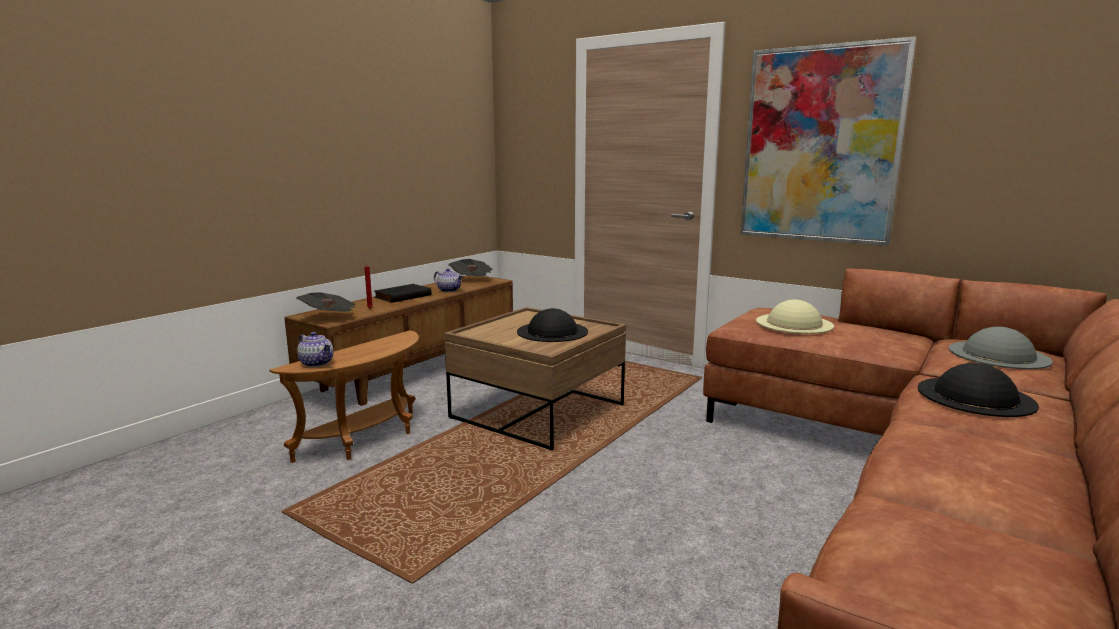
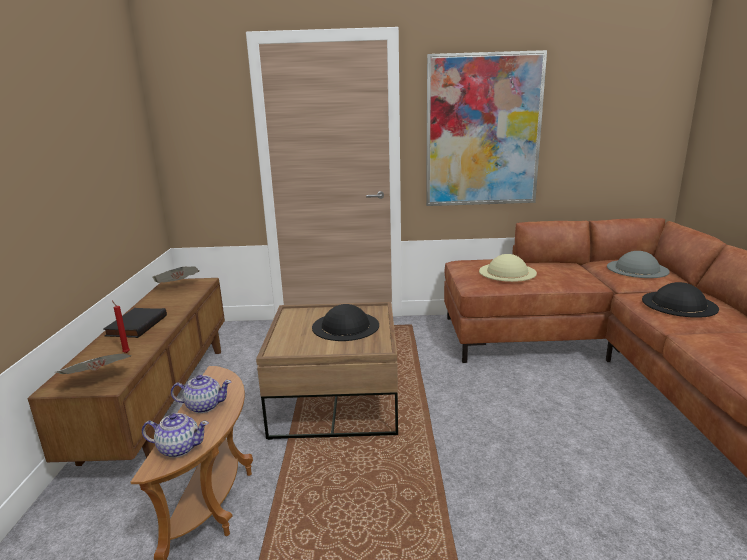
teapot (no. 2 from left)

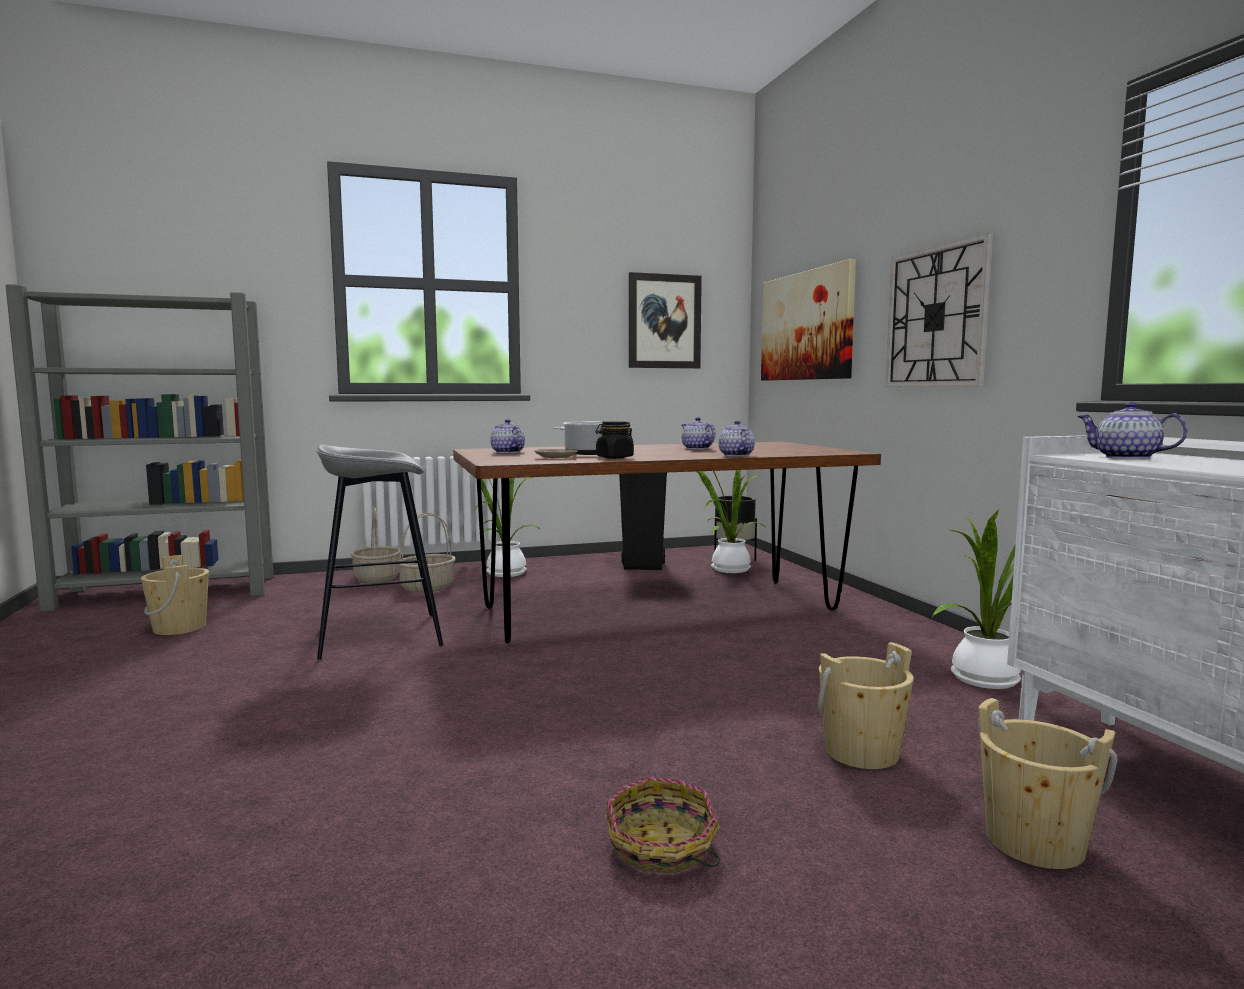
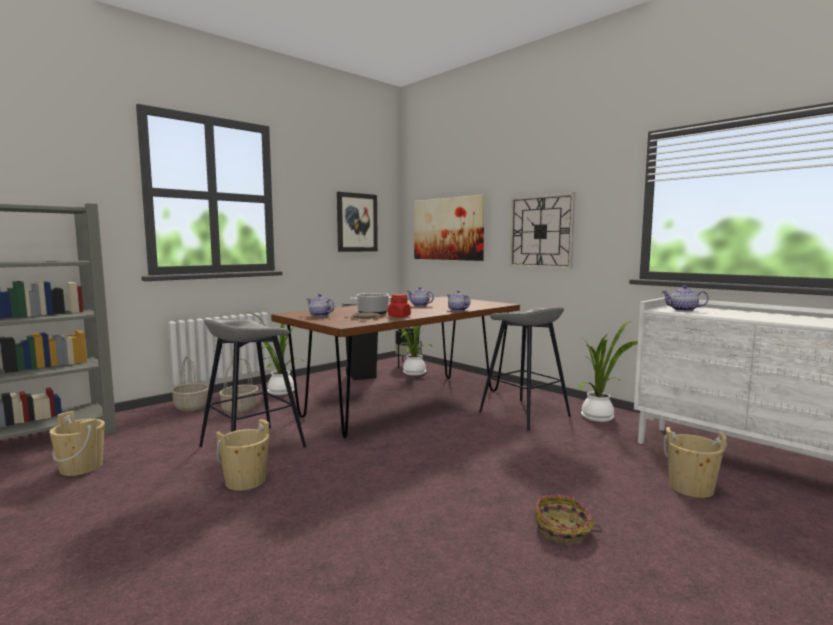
stool/greyish (no. 2 from left)
bucket/beige (no. 2 from left)
storage jar/reddish

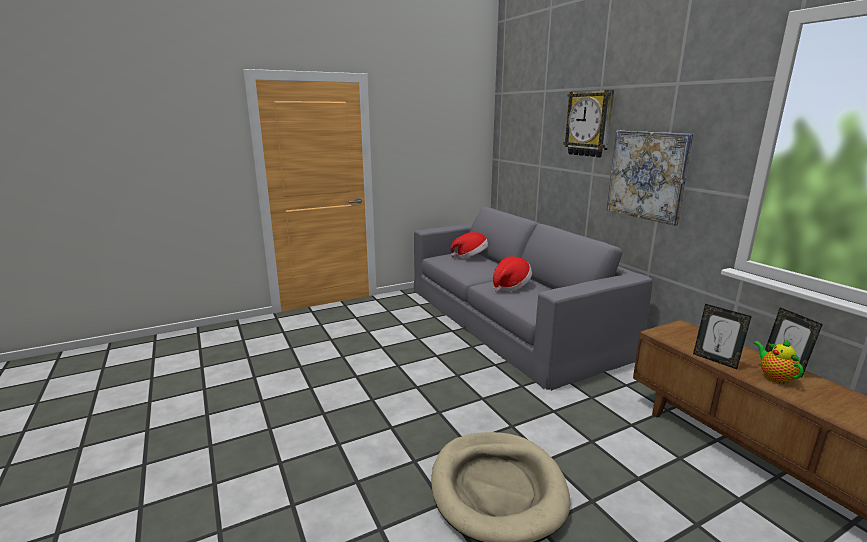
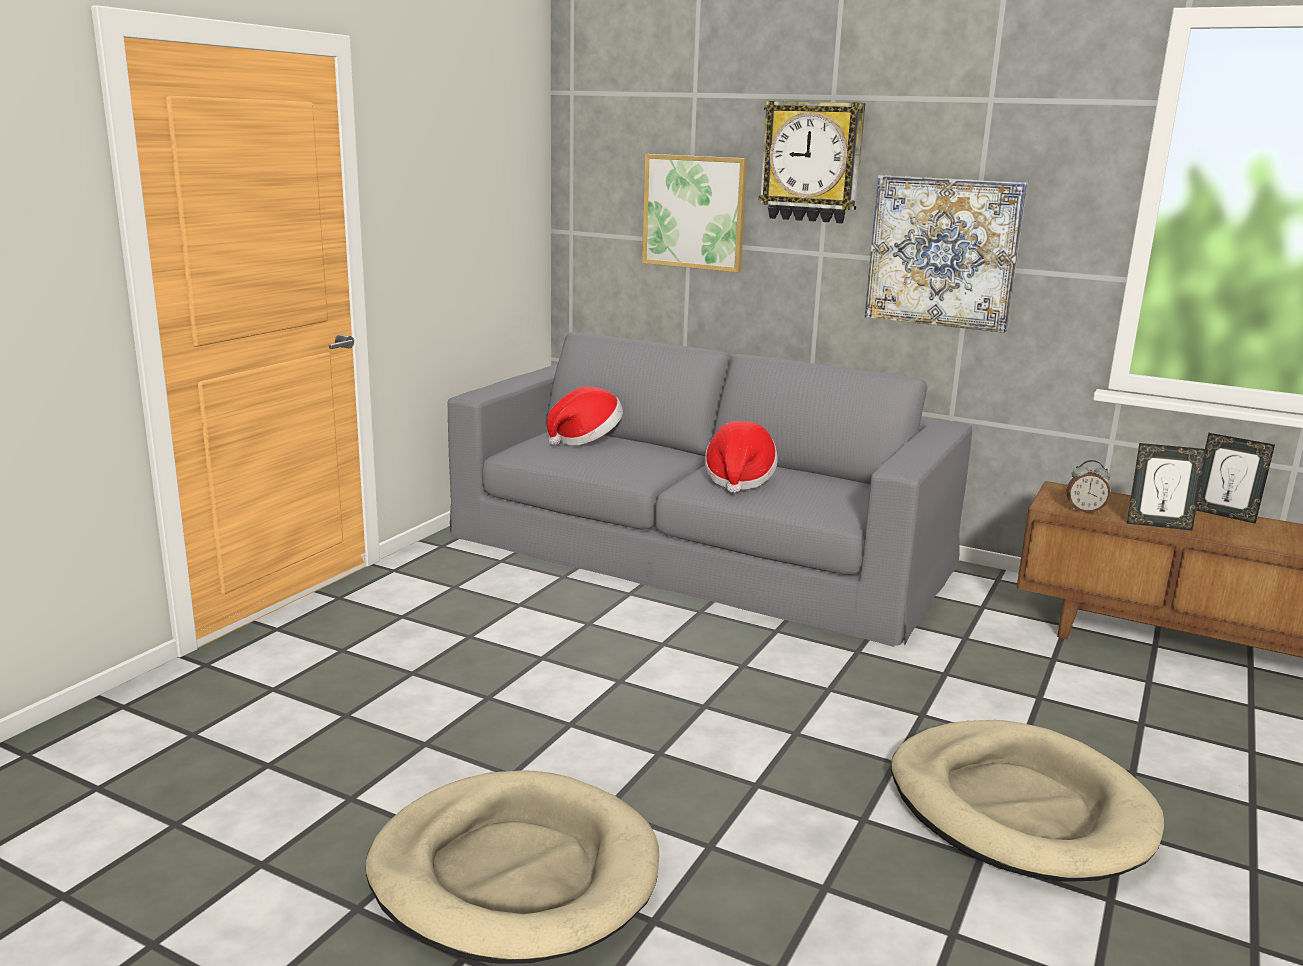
teapot
dog bed/beige (no. 1 from left)
wall art (no. 1 from left)
table clock

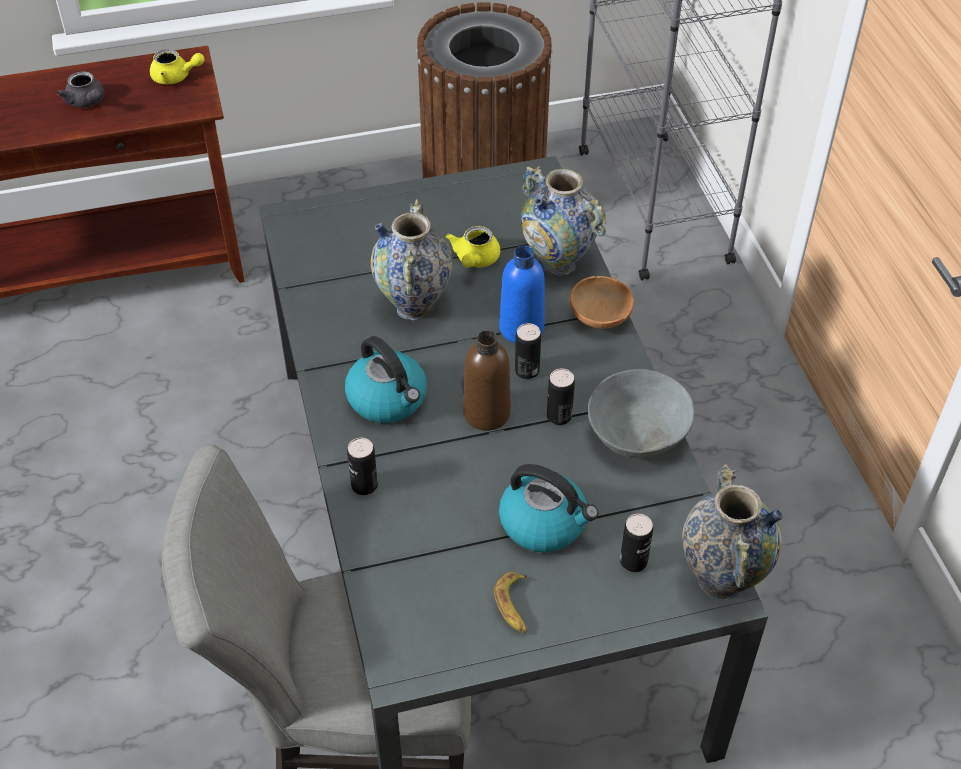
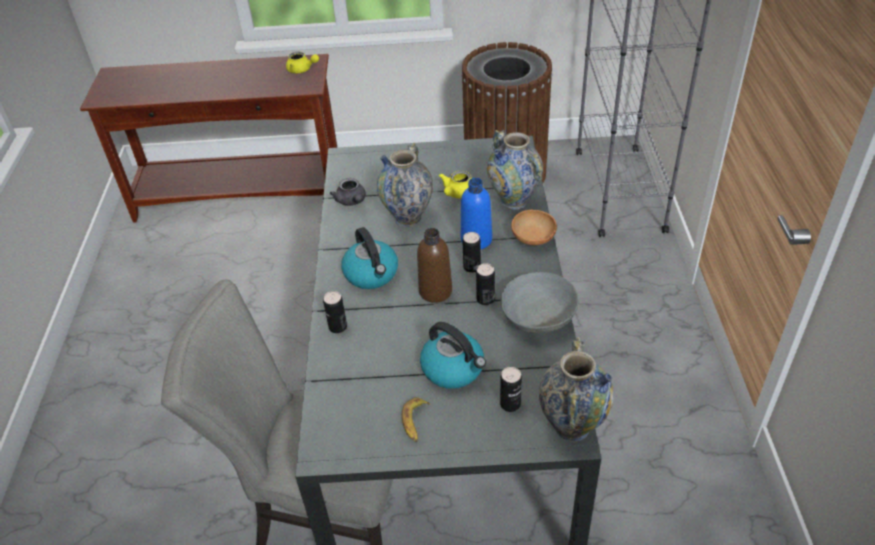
teapot/greyish

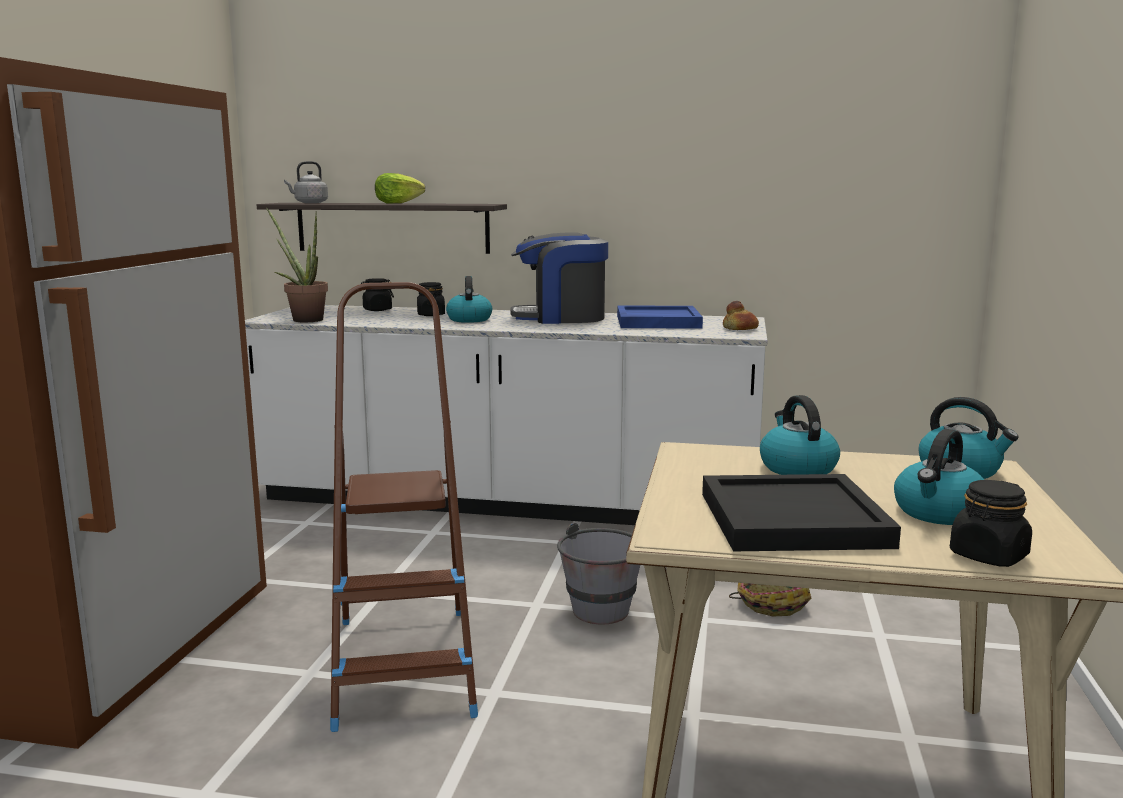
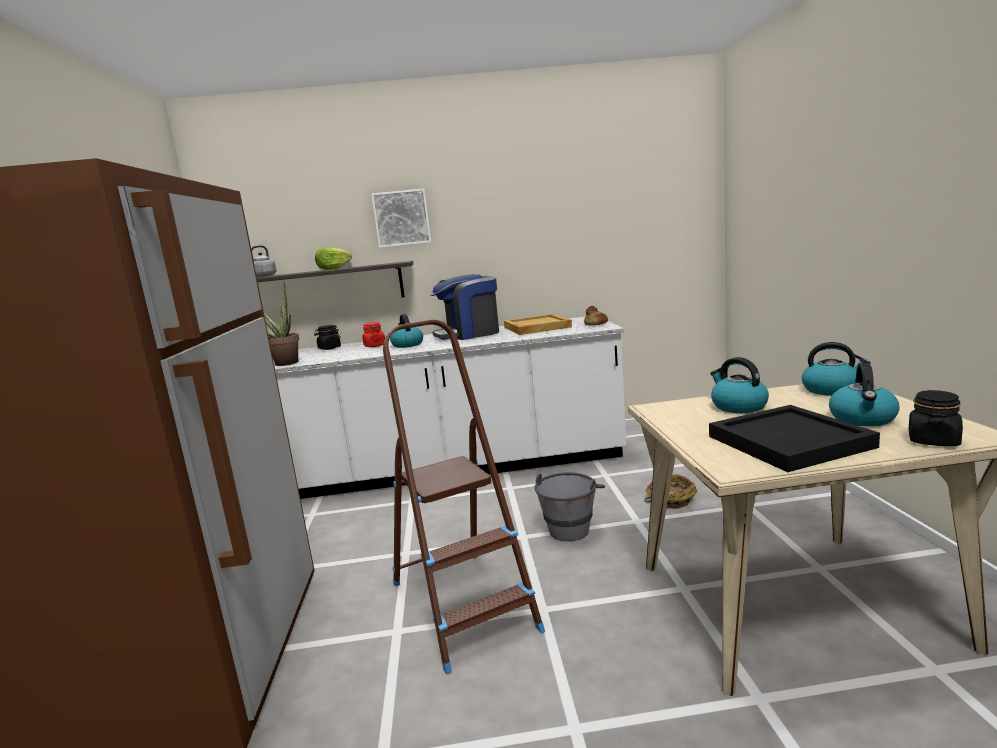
wall art
storage jar/reddish
carrying tray/beige

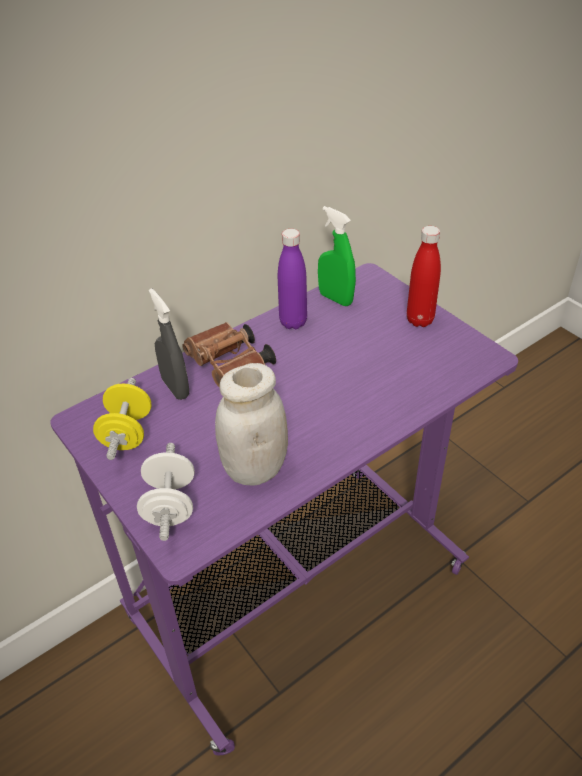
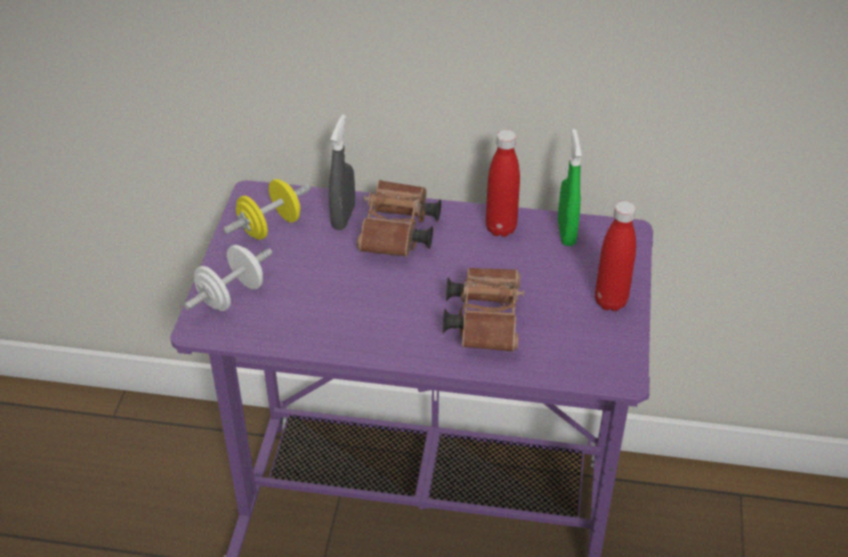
storage jar/white
pair of binoculars/brownish (no. 2 from left)
drink bottle/reddish (no. 1 from left)

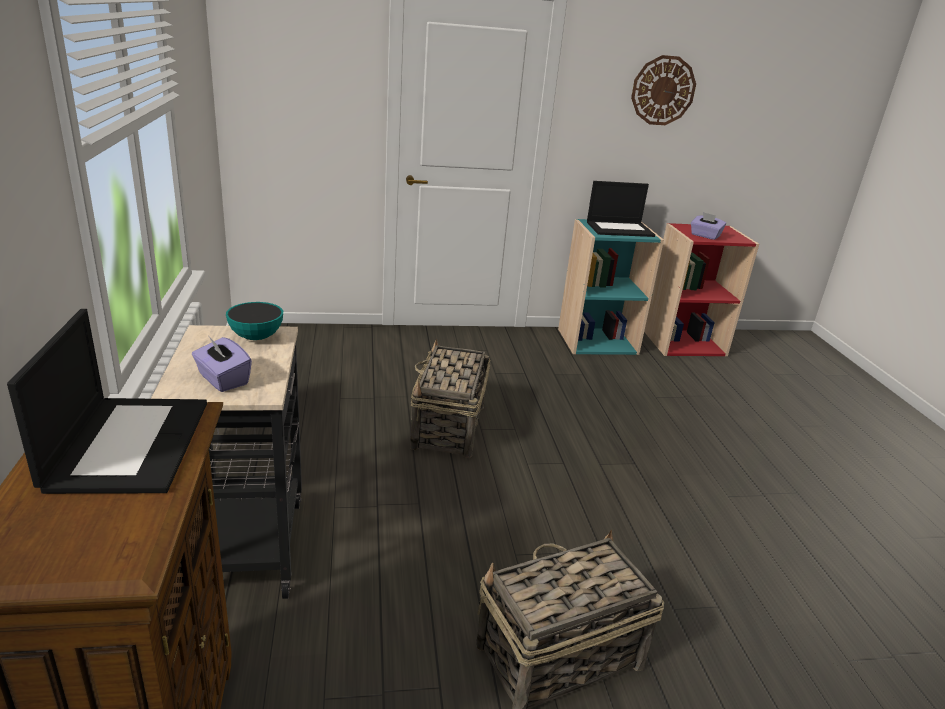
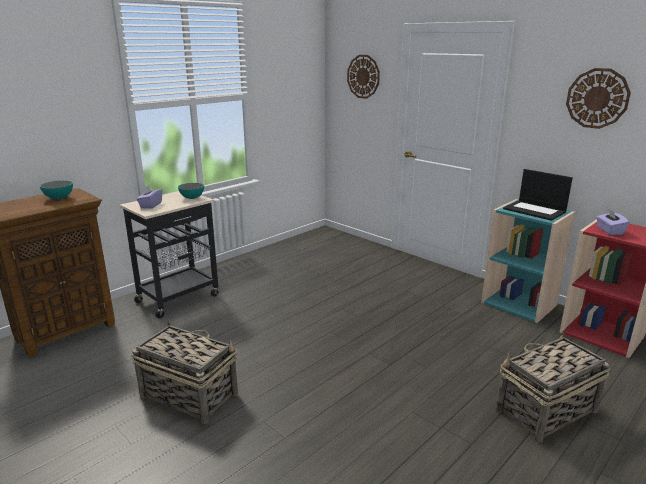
clock on the wall (no. 1 from left)
household basket (no. 2 from left)
deep dish (no. 1 from left)

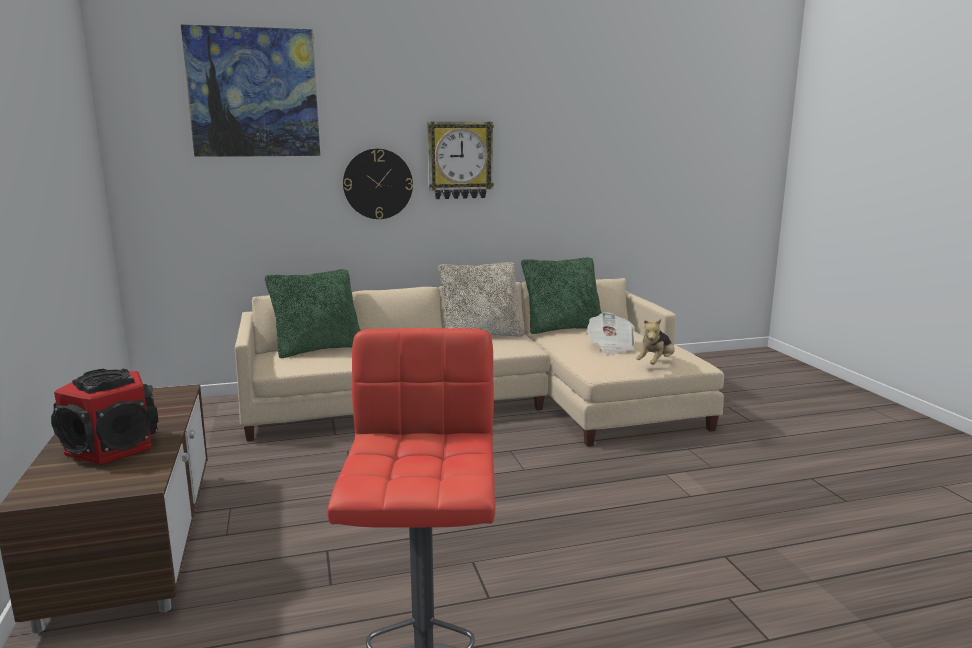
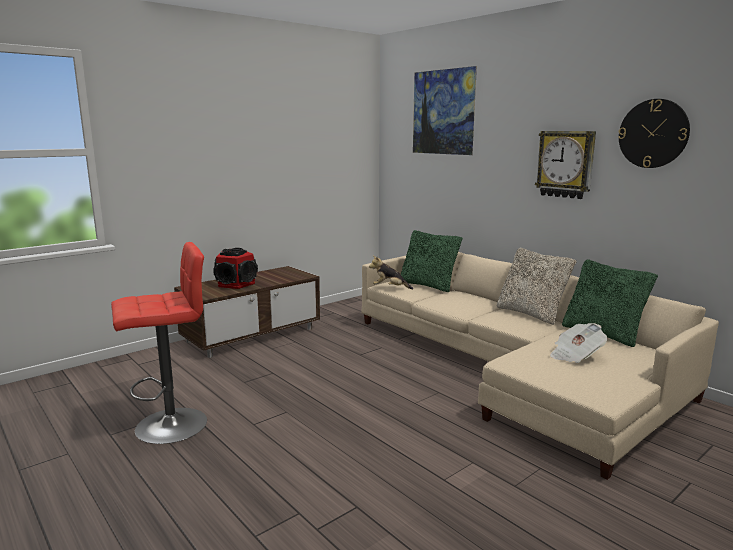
clock on the wall (no. 2 from left)
cuddly toy

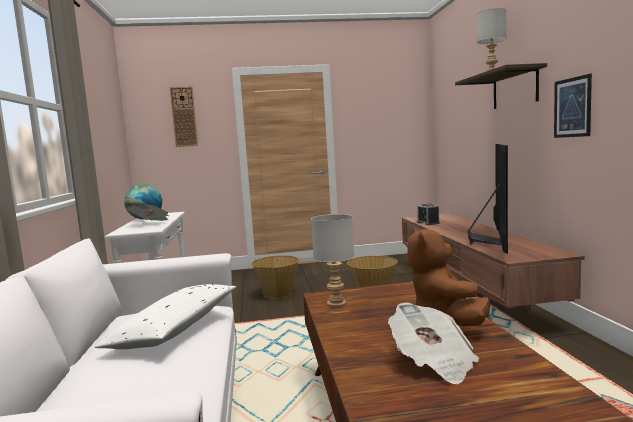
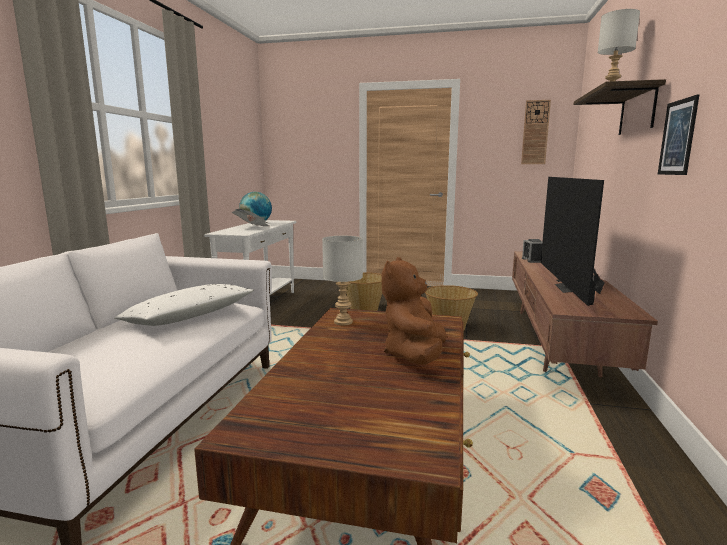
newspaper (no. 2 from left in the first image)
clock on the wall
TV

